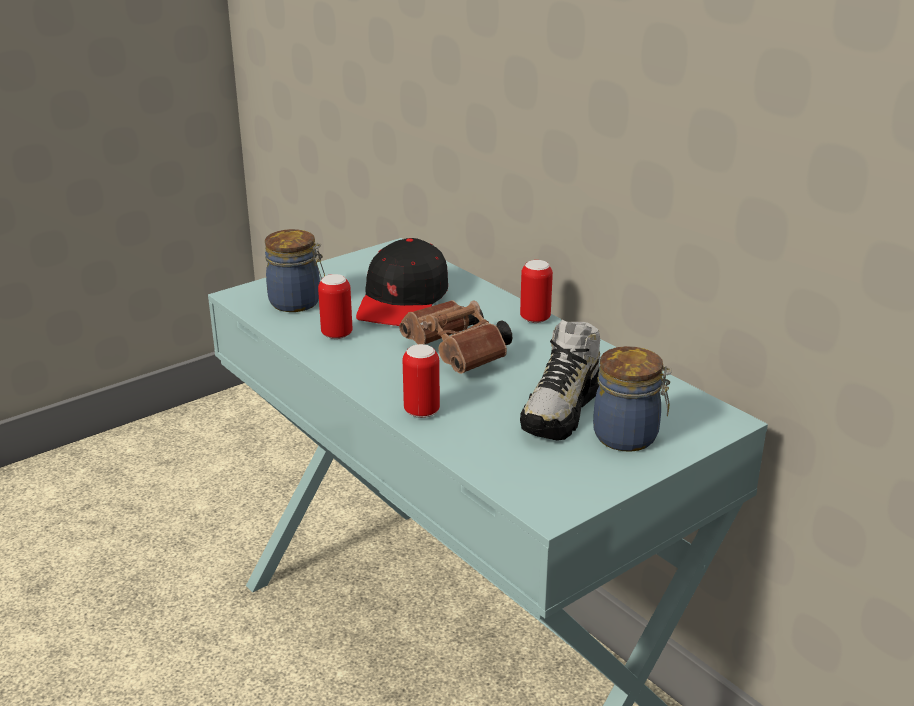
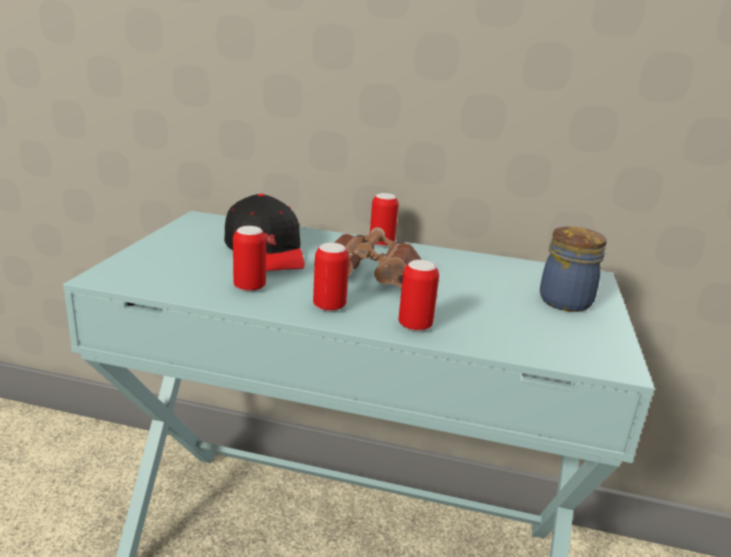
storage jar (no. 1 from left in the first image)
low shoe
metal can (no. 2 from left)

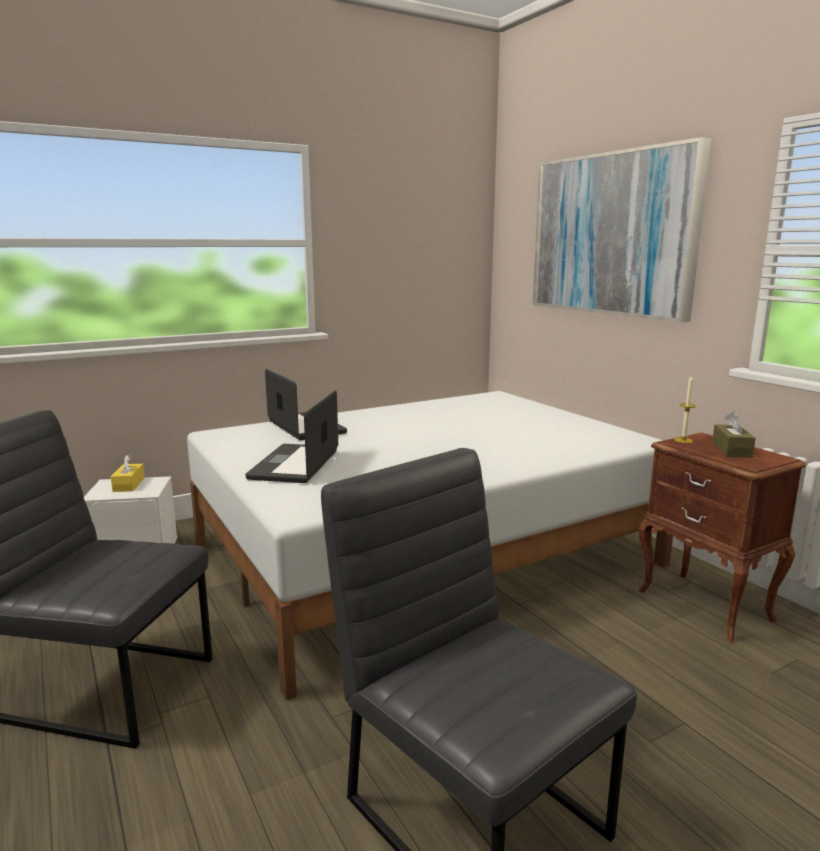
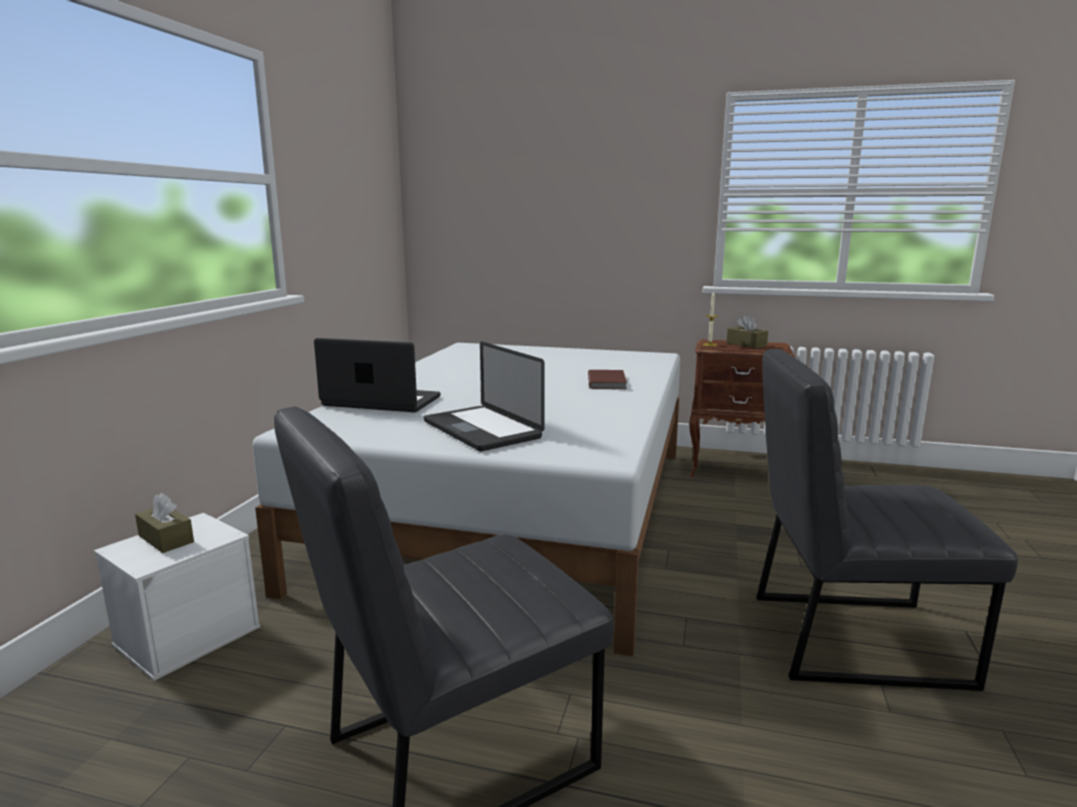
wall art
book/brownish
tissue holder/brownish (no. 1 from left)

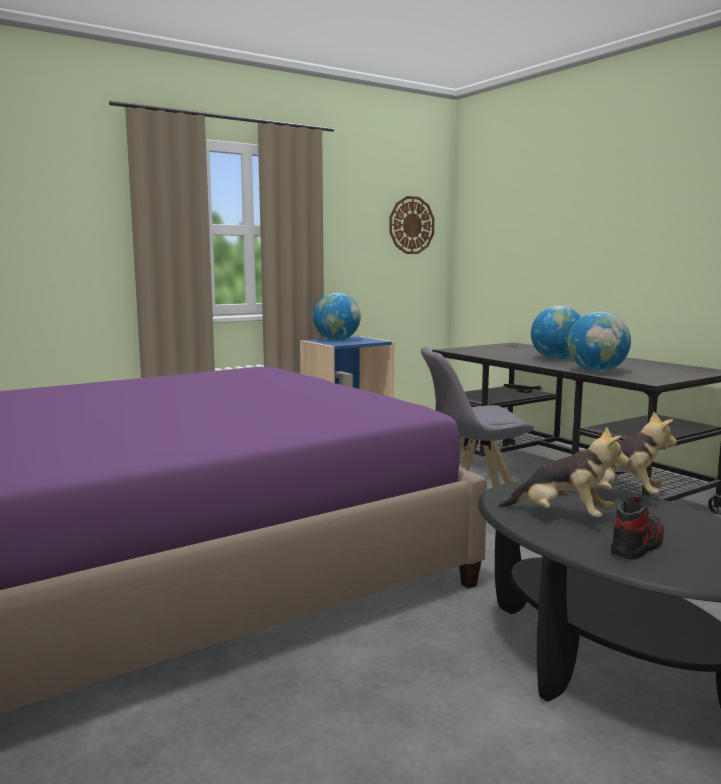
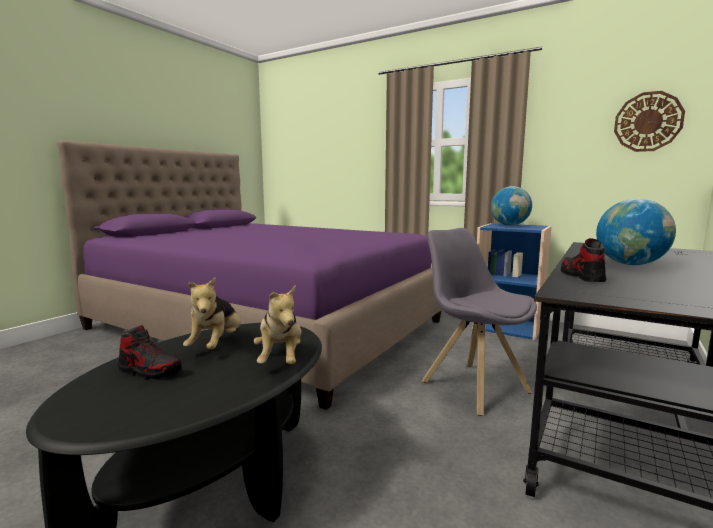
low shoe (no. 2 from left)

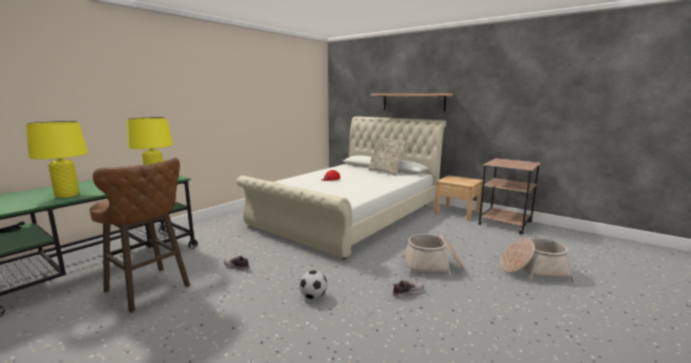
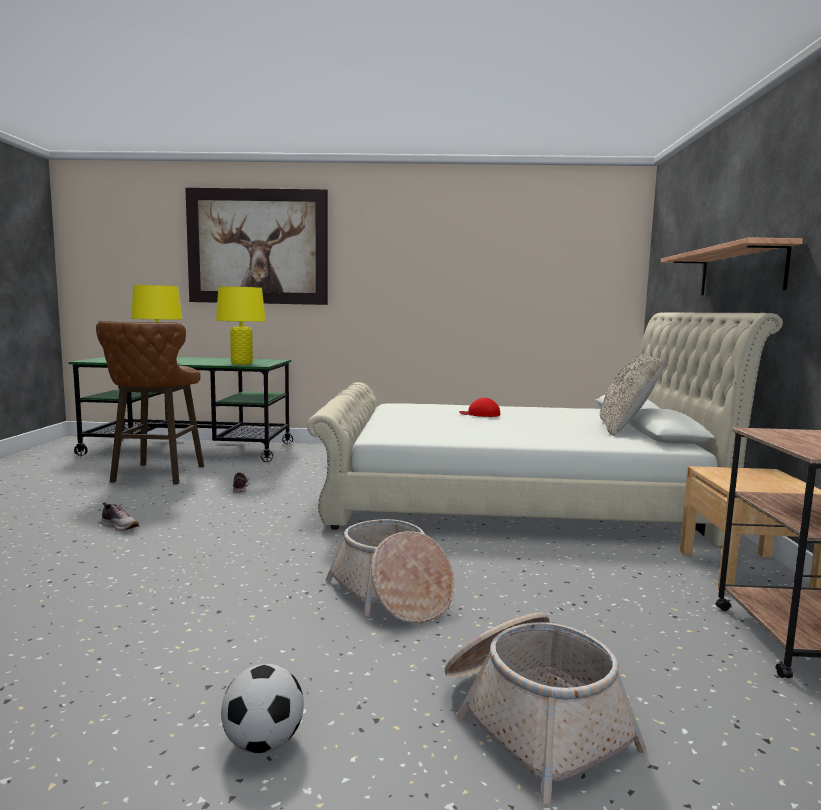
wall art
football
low shoe (no. 1 from left)

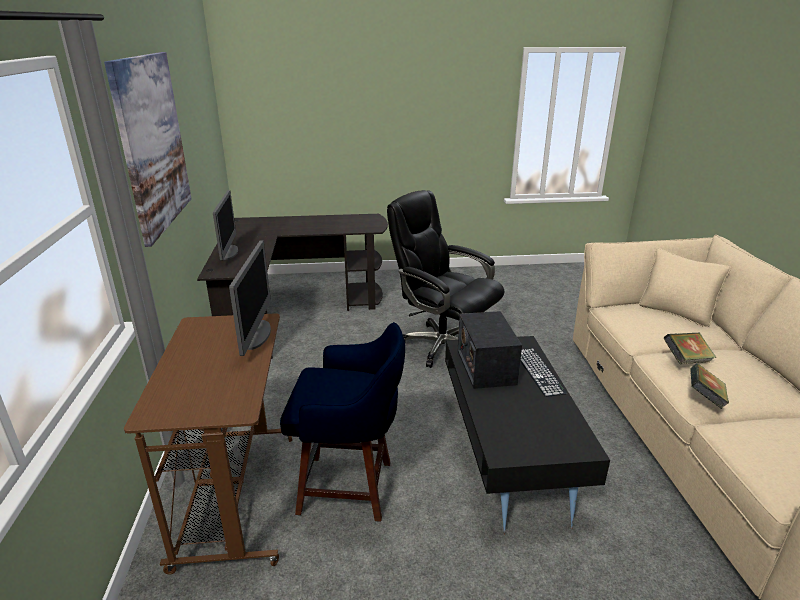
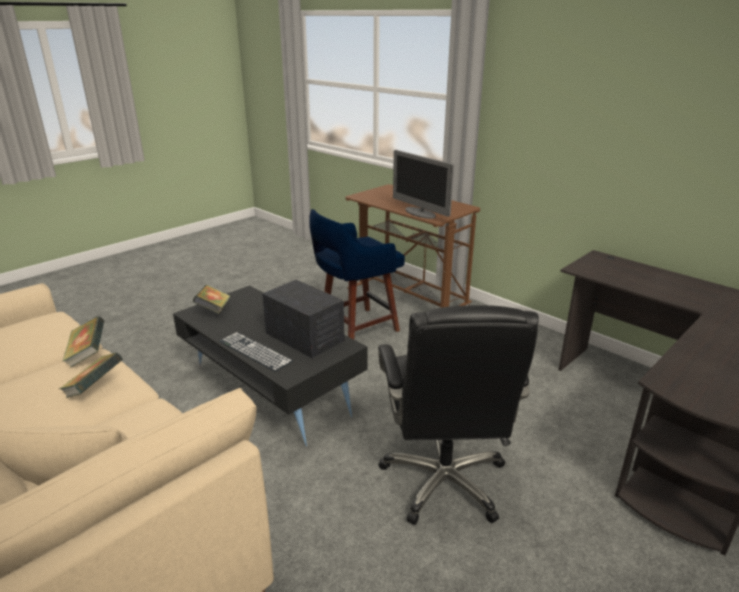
wall art
computer screen (no. 1 from left in the first image)
book (no. 3 from left)
computer chair/black-coloured

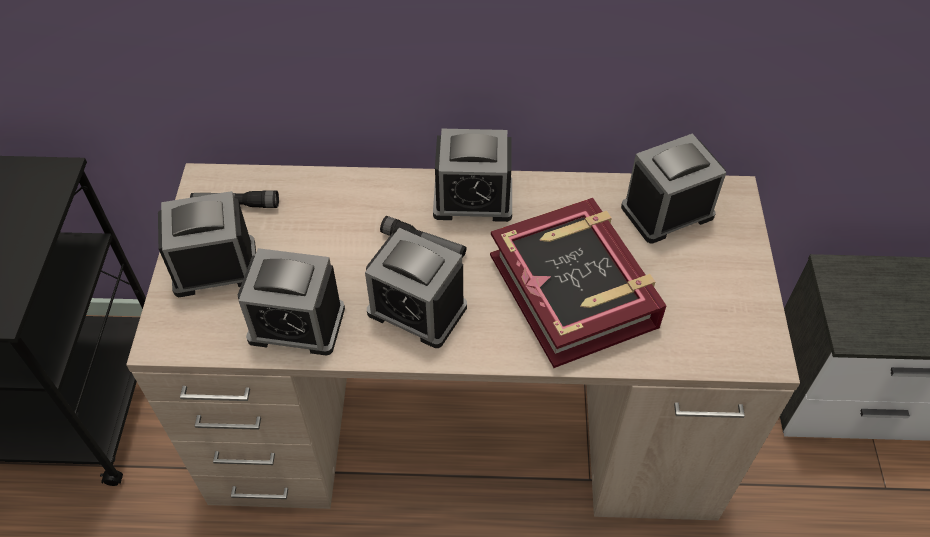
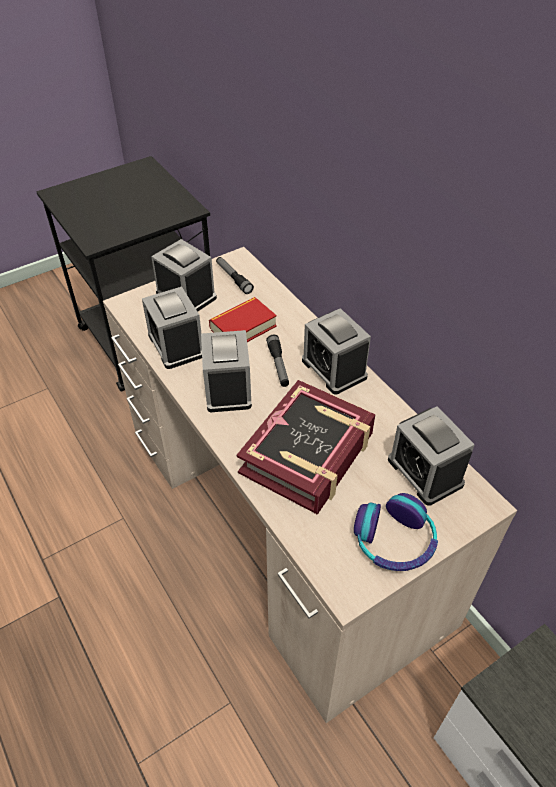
book (no. 1 from left)
headset
table clock (no. 5 from left)

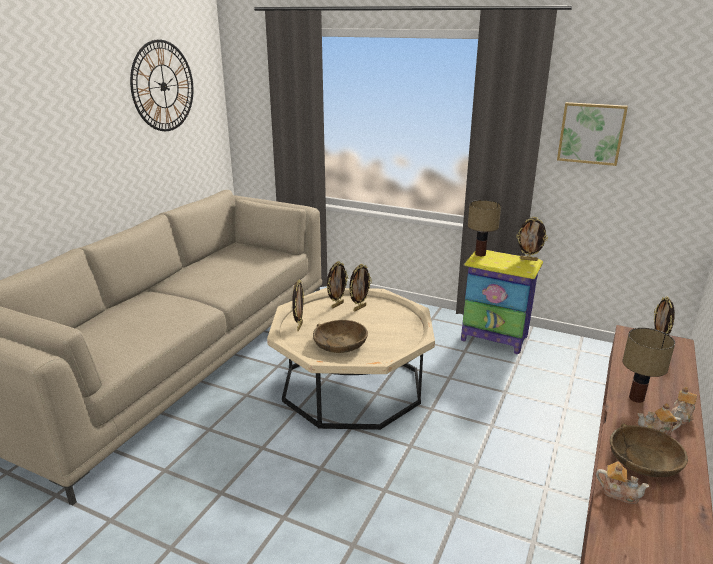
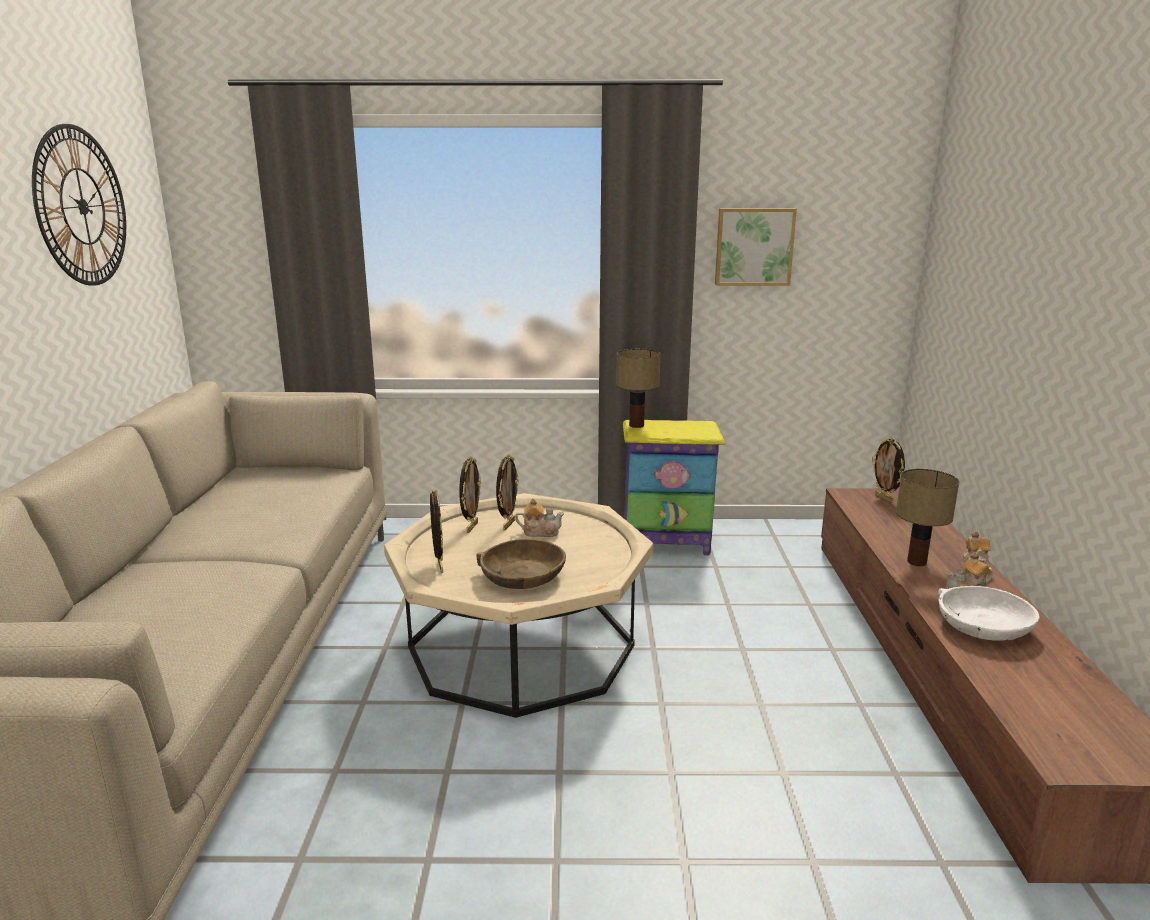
standing frame (no. 4 from left in the first image)
teapot (no. 1 from left)
deep dish/white

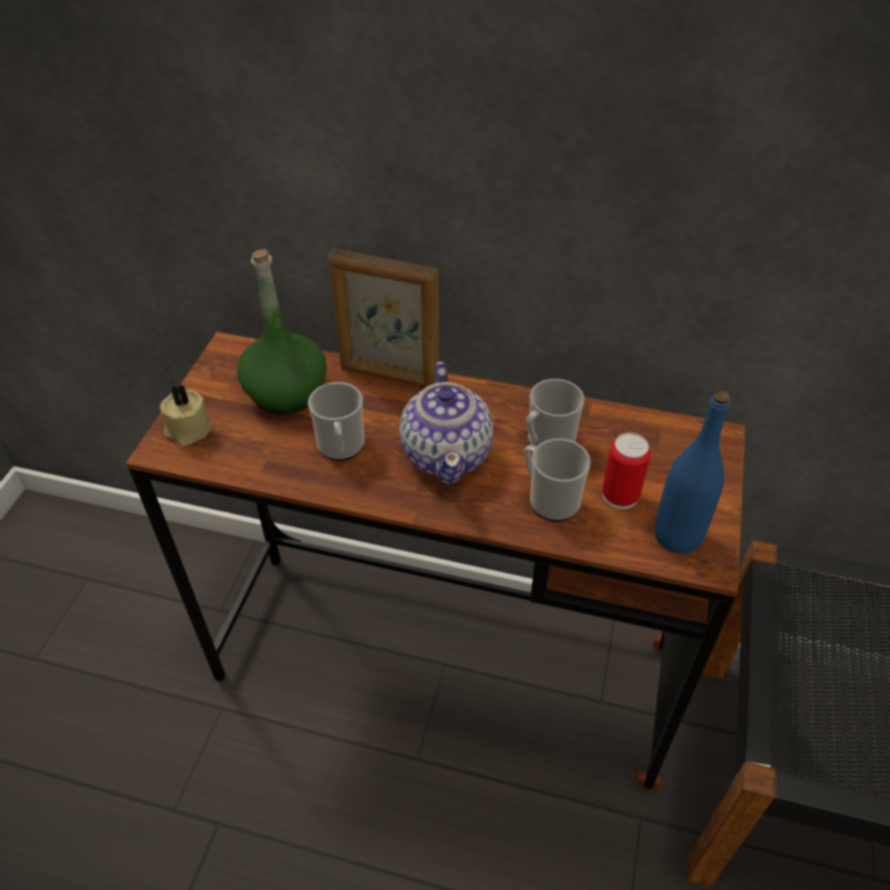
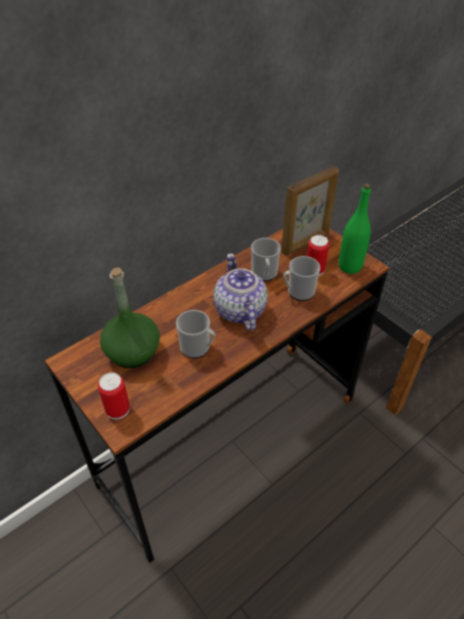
standing frame
metal can (no. 1 from left)
drink bottle/greenish (no. 2 from left)
teapot

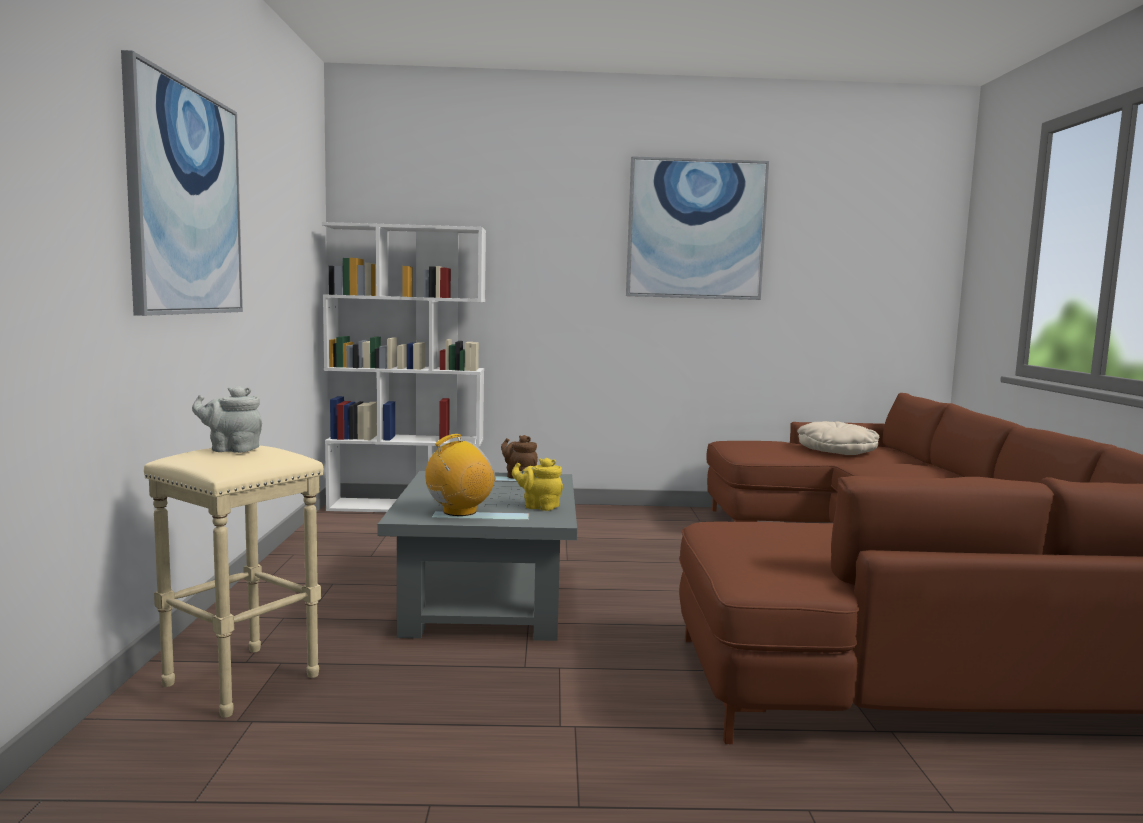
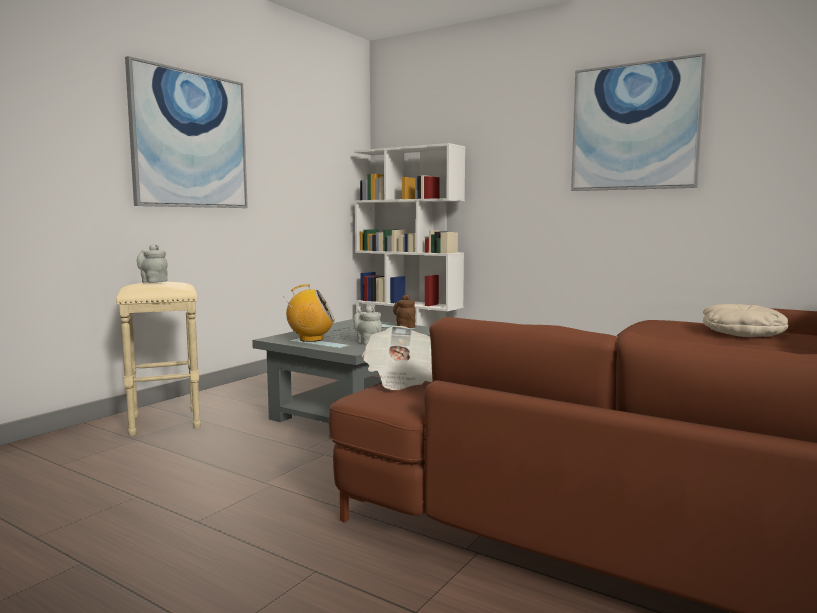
newspaper
teapot/greyish (no. 2 from left)

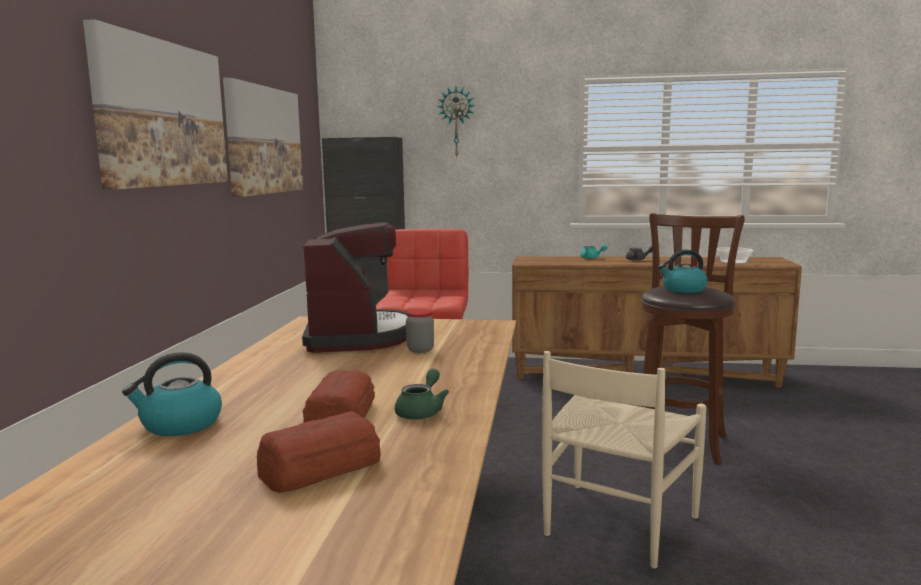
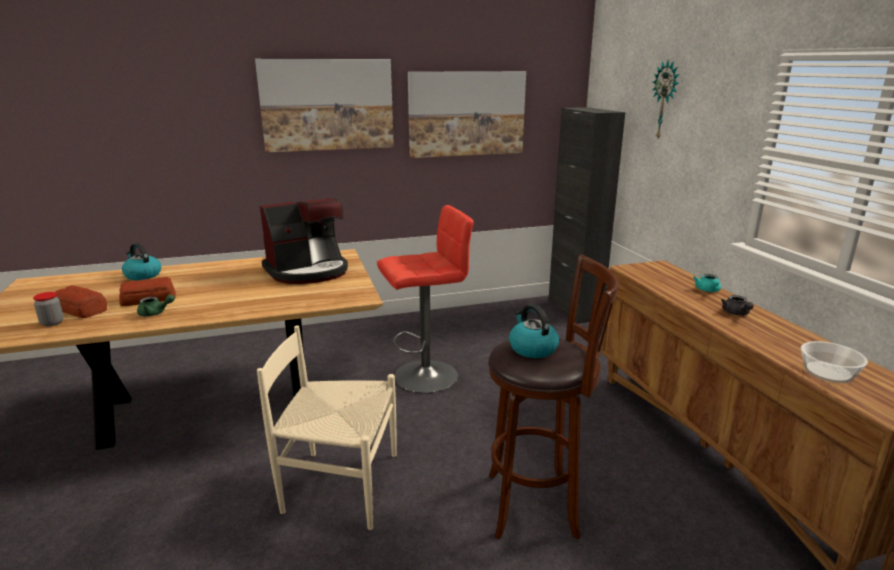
storage jar

